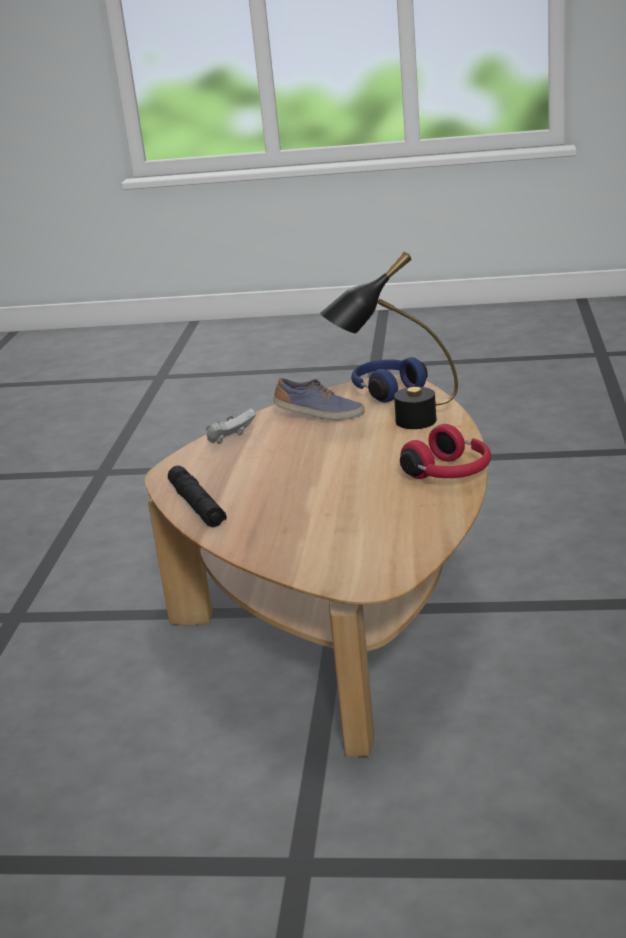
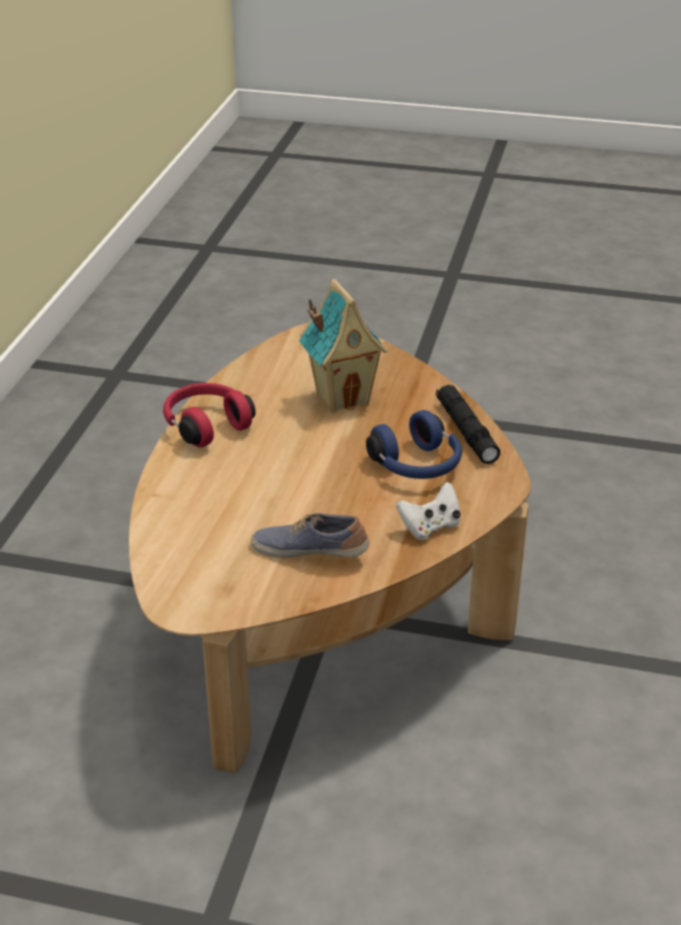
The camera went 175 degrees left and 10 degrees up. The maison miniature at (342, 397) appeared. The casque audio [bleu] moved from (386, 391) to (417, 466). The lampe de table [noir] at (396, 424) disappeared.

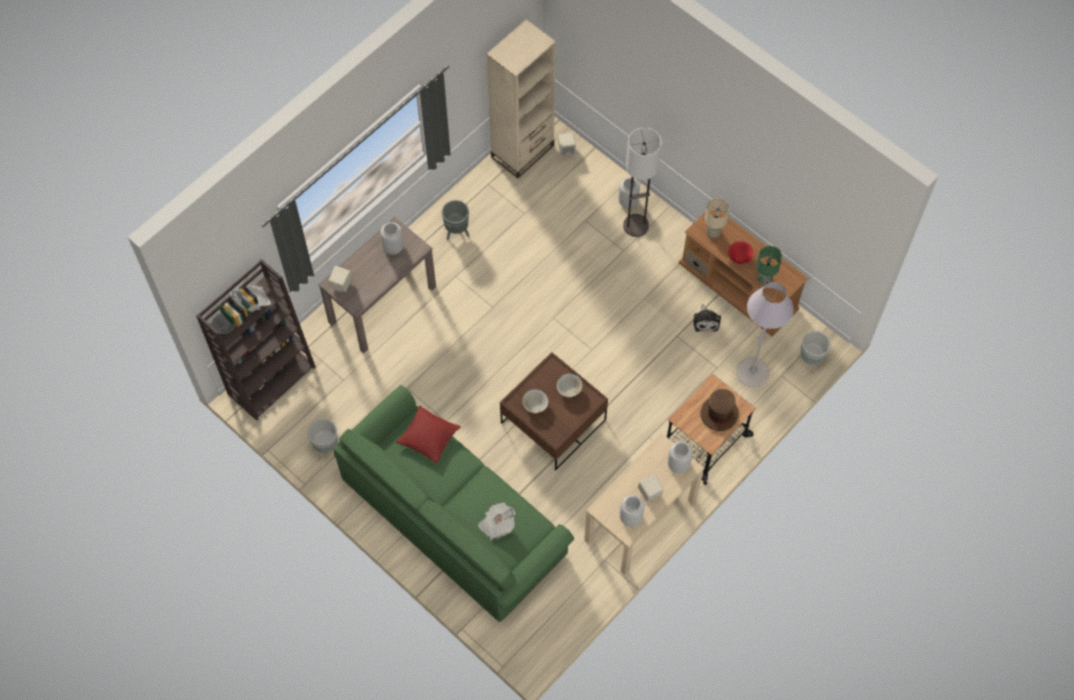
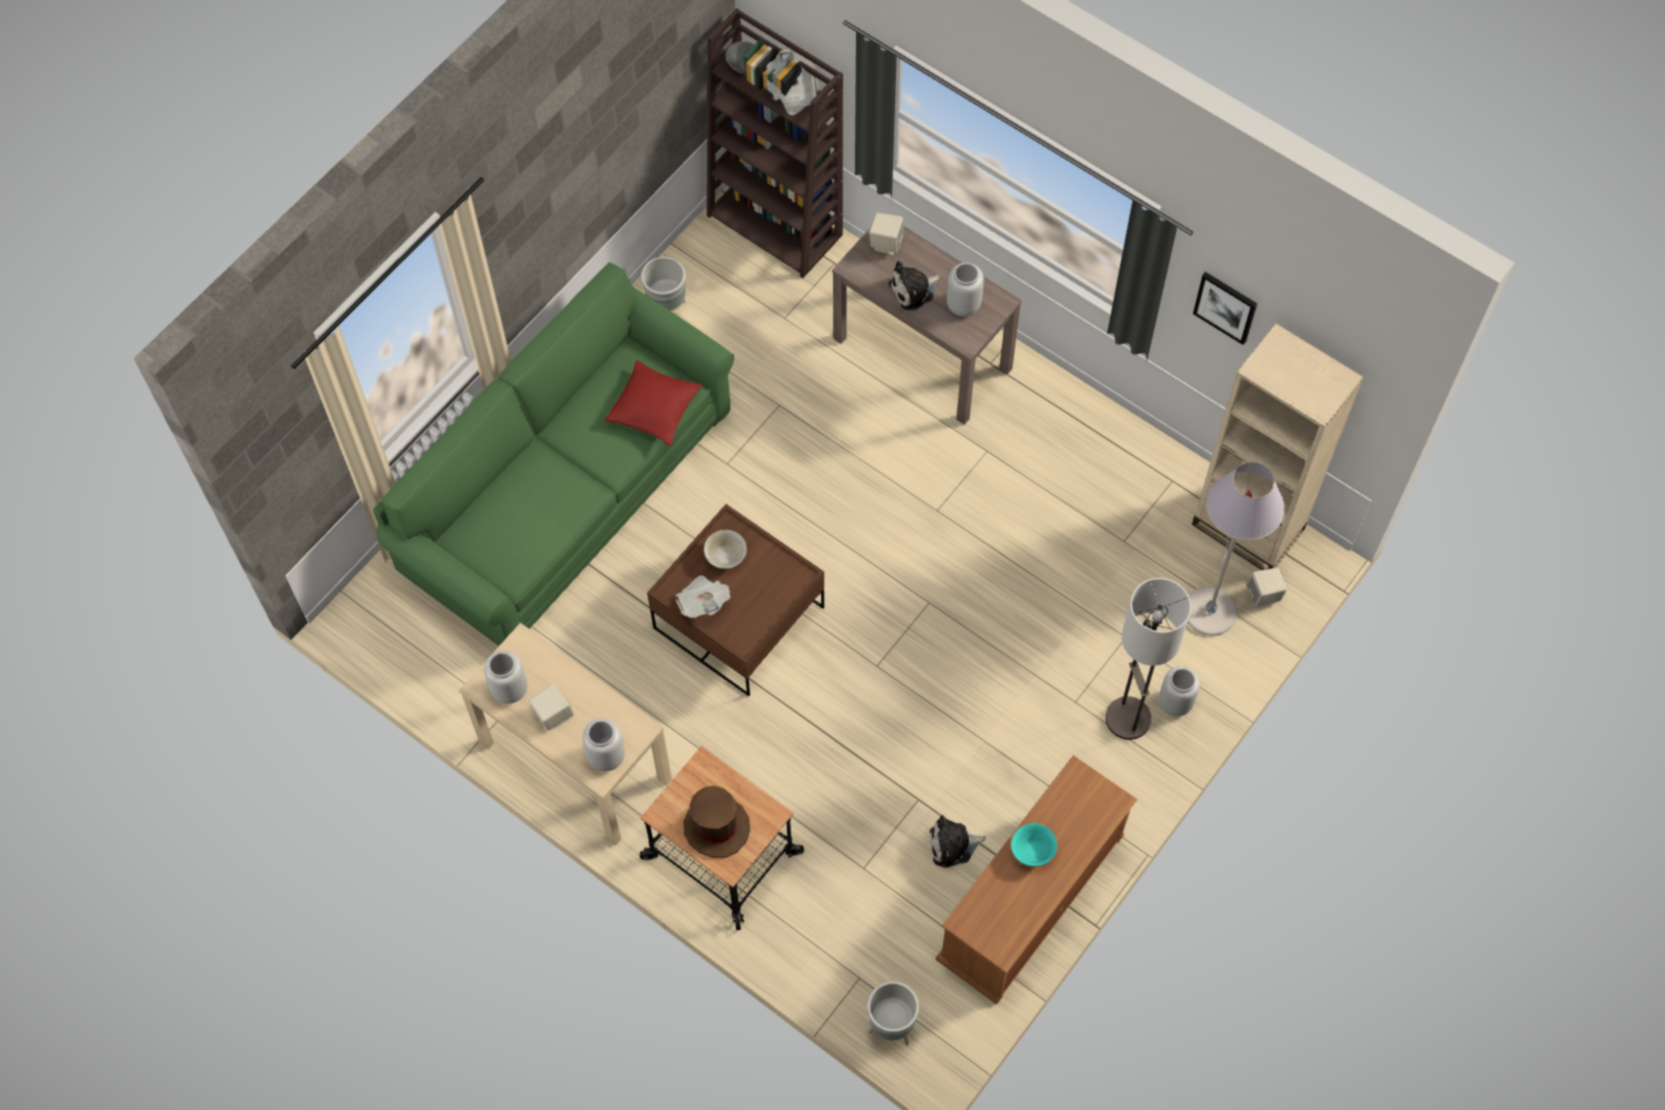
The camera went 85 degrees right and 0 degrees up. The journal moved from (497, 524) to (703, 602). The peluche at (914, 290) appeared. The bol [rouge] at (739, 257) became the bol [turquoise] at (1032, 850). The lampadaire [gris] moved from (752, 373) to (1209, 612). The tableau at (1225, 307) appeared. The cache-pot [gris] at (457, 233) disappeared. The bol [beige] at (569, 389) disappeared. The lampe de table [beige] at (713, 233) disappeared. The lampe de table [vert] at (764, 279) disappeared.

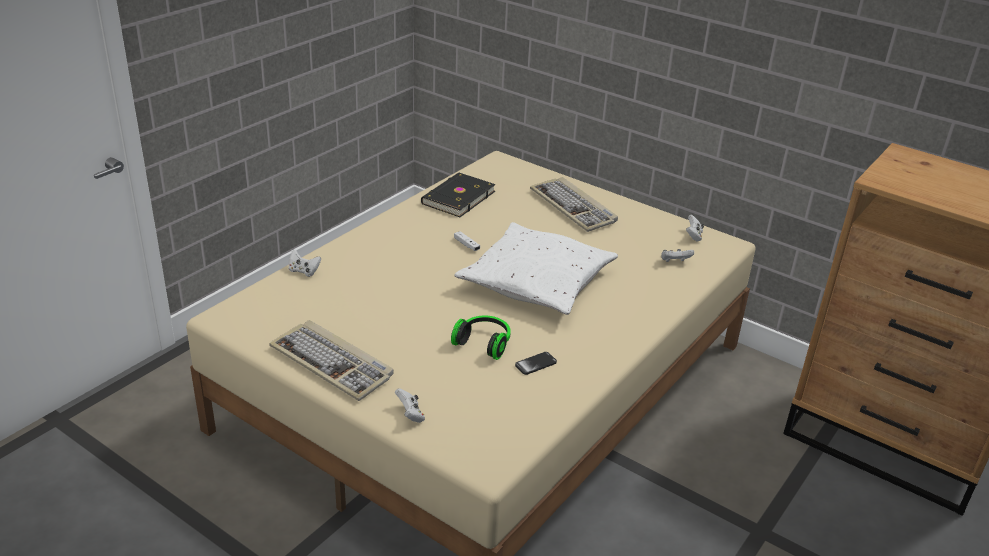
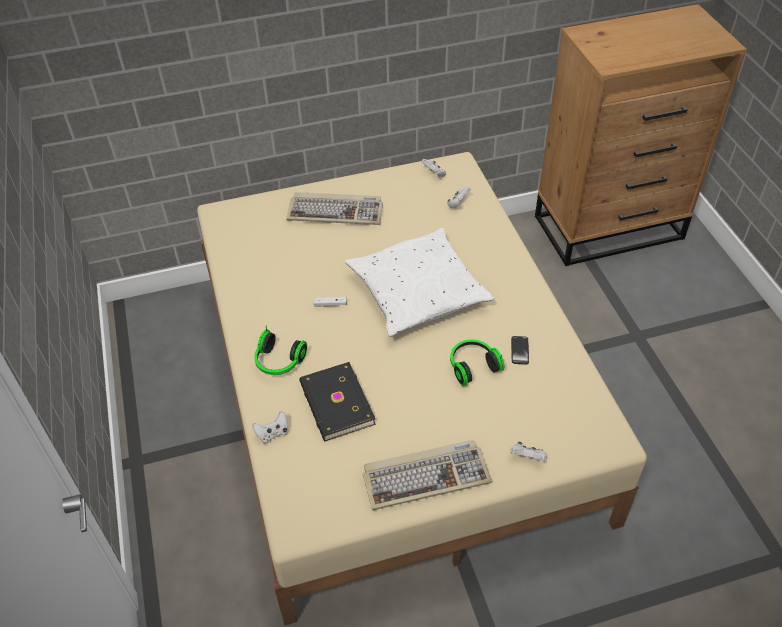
The camera went 50 degrees left and 15 degrees up. The casque audio at (278, 362) appeared. The livre [noir] moved from (457, 197) to (335, 404).

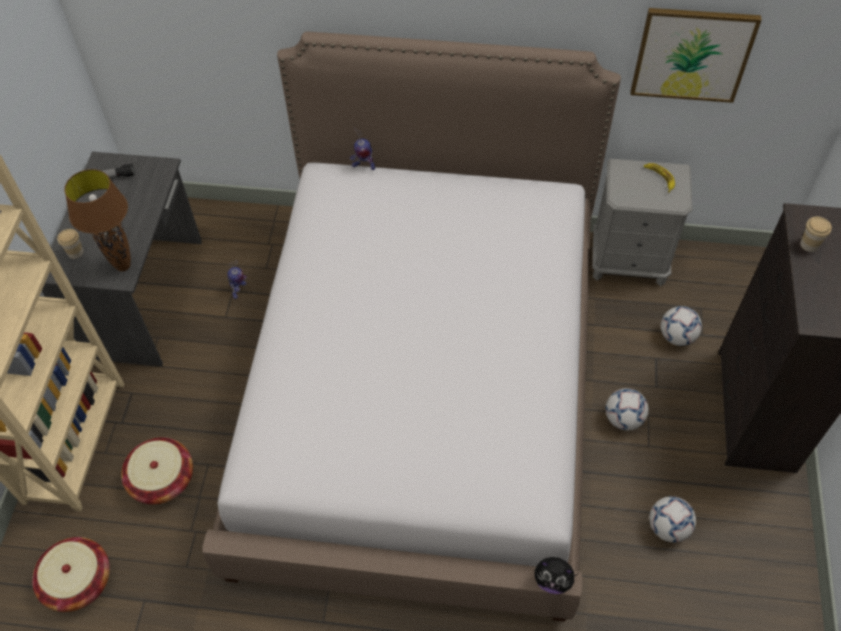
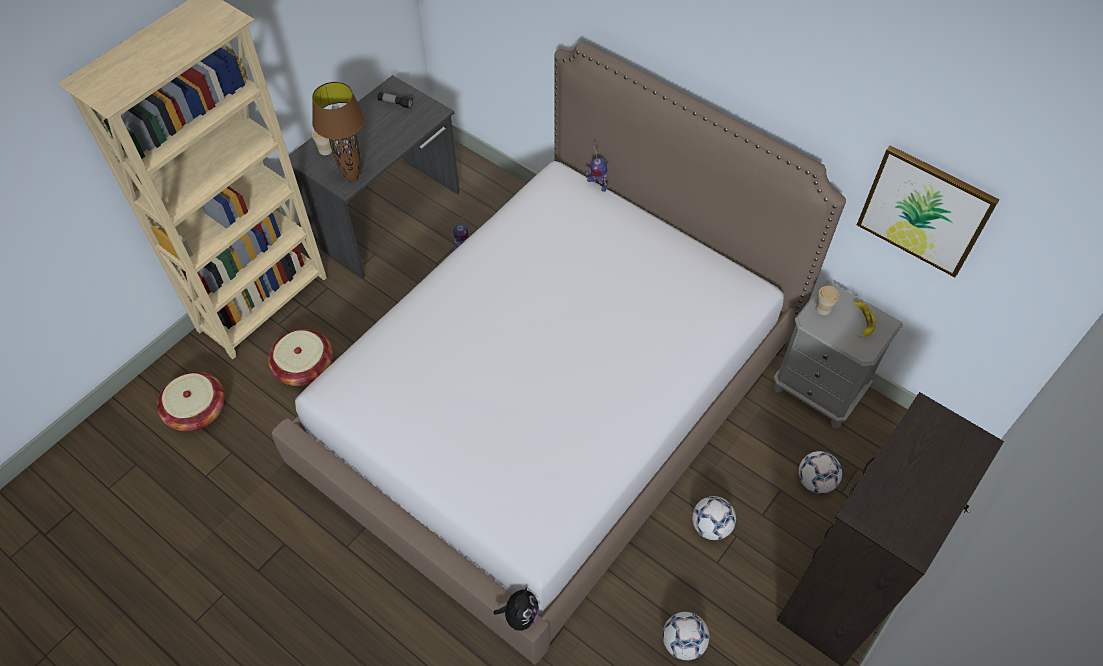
The camera went 30 degrees right and 0 degrees up. The peluche at (553, 580) turned 120 degrees counterclockwise. The tasse moved from (809, 244) to (823, 308).

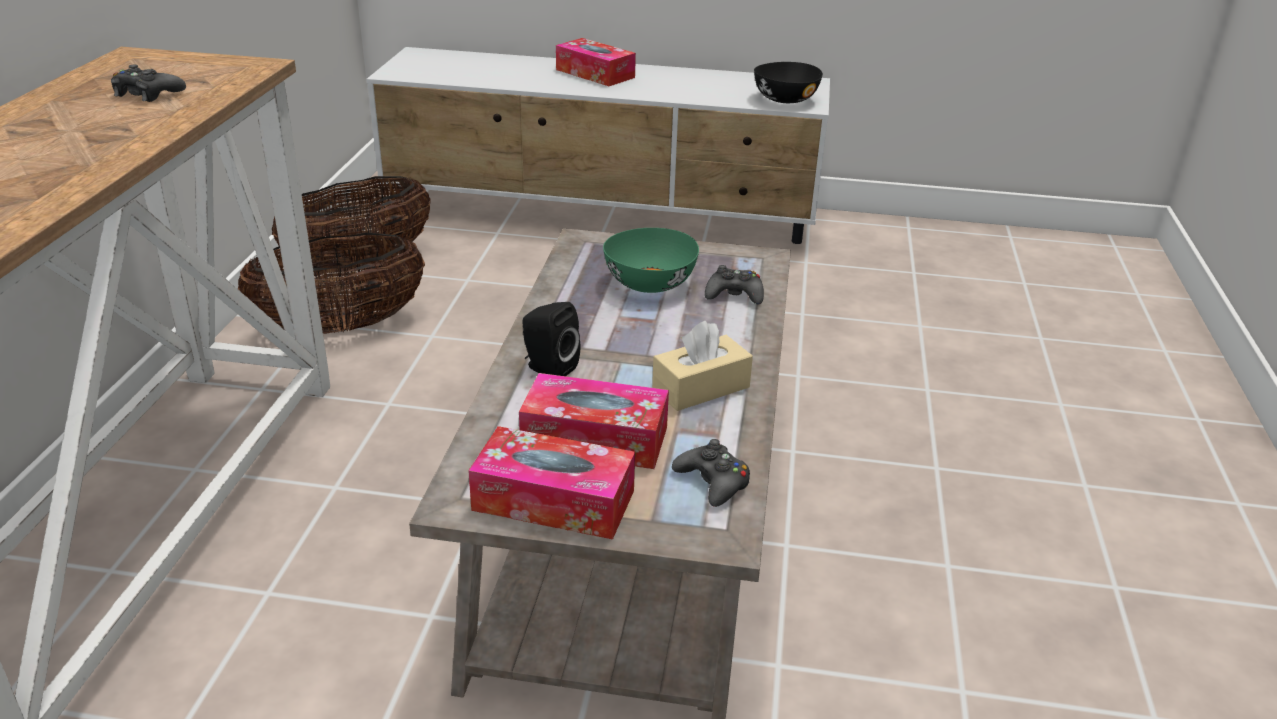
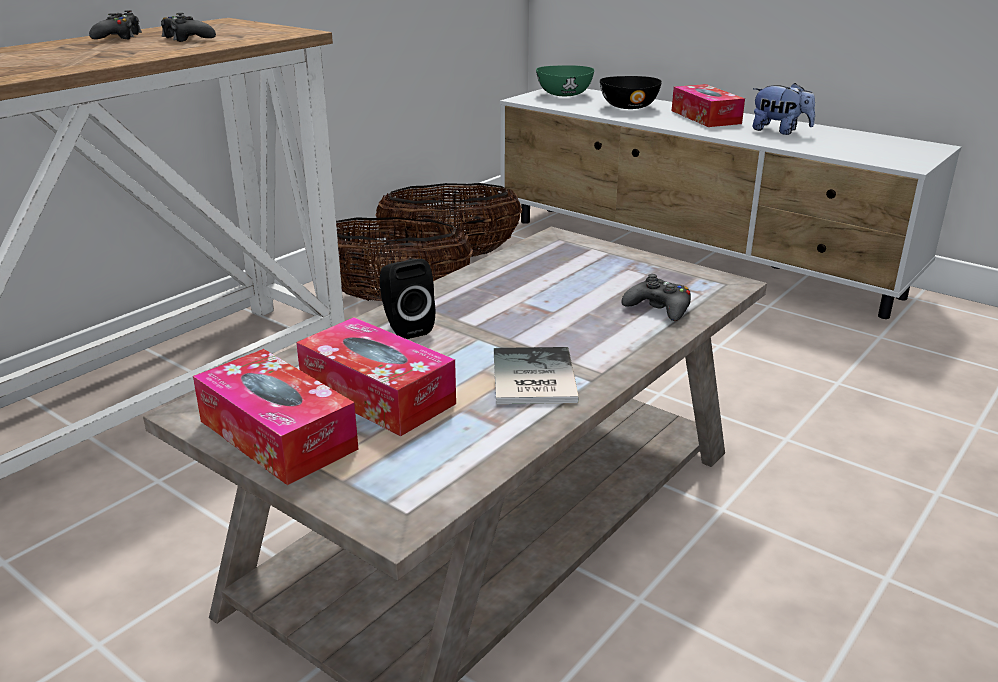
The camera went 30 degrees right and 5 degrees down. The manette [noir] moved from (713, 482) to (118, 37). The boîte à mouchoirs [beige] at (701, 388) was replaced by the livre at (530, 379). The bol [vert] moved from (649, 284) to (563, 95). The bol [noir] moved from (785, 99) to (629, 107). The peluche at (779, 131) appeared.

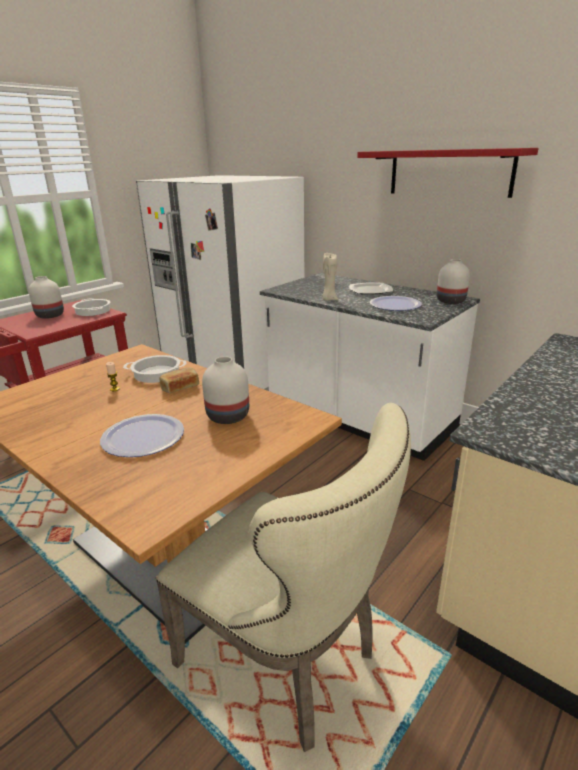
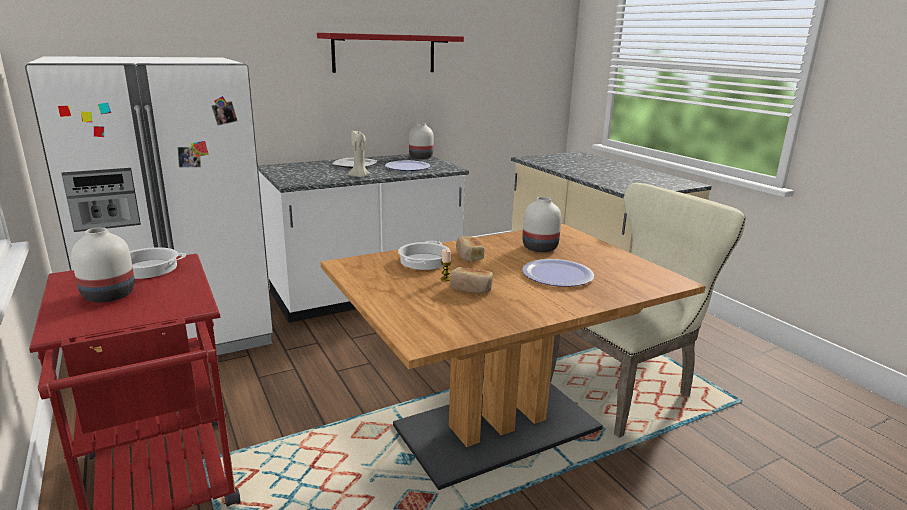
The camera went 70 degrees left and 5 degrees down. The pain at (471, 289) appeared.

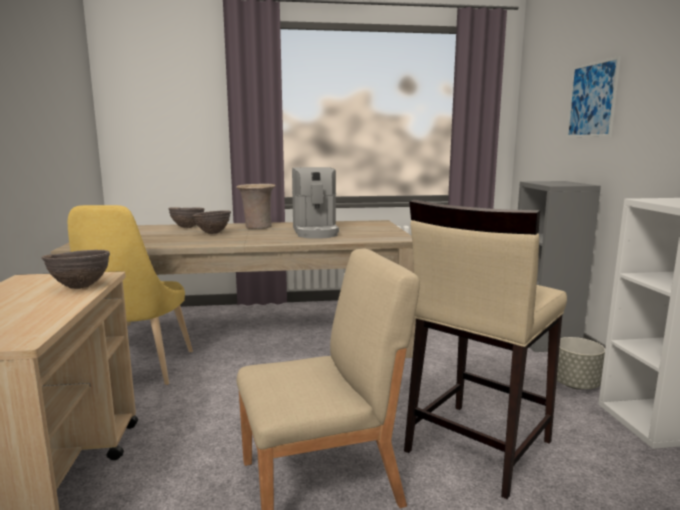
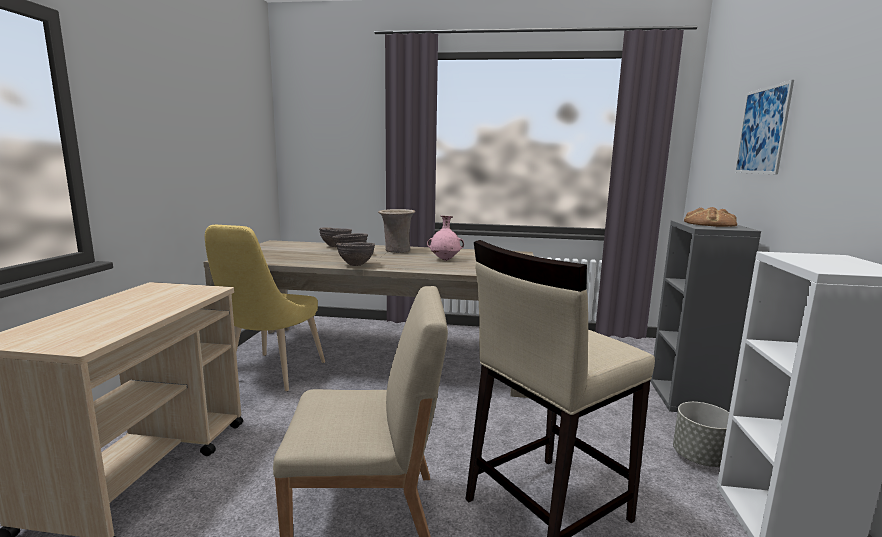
The camera went 15 degrees right and 0 degrees up. The bol [marron] moved from (81, 287) to (356, 265). The machine à café at (315, 232) was replaced by the vase [rose] at (445, 260). The pain at (710, 224) appeared.

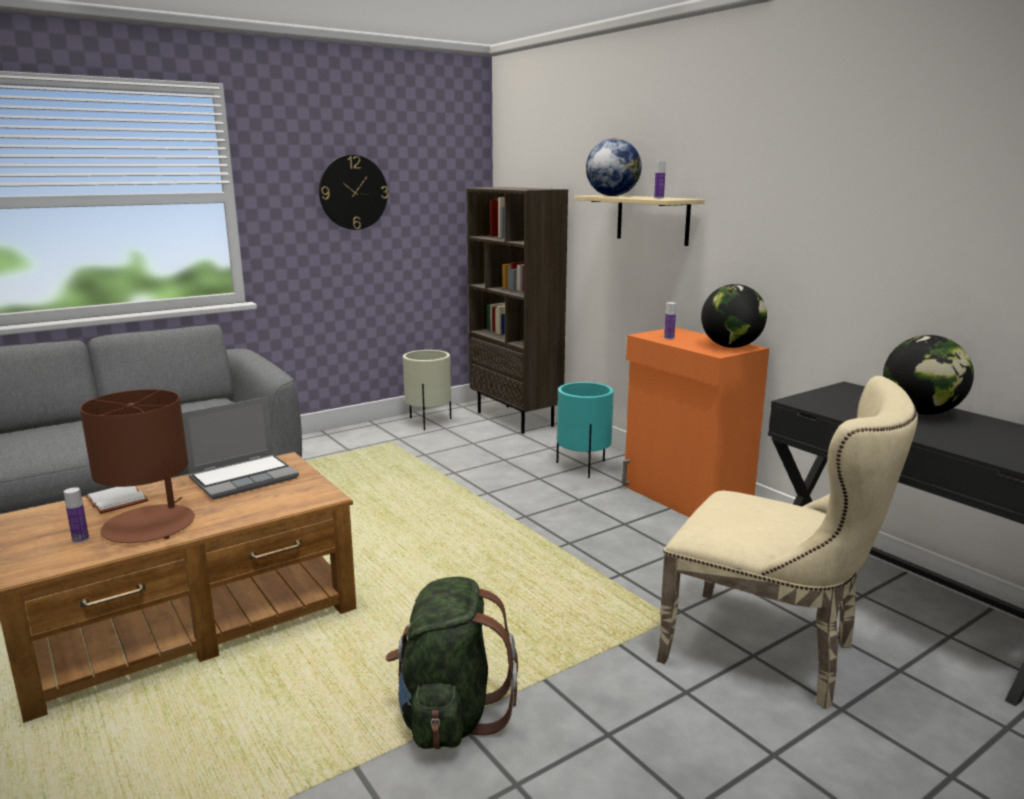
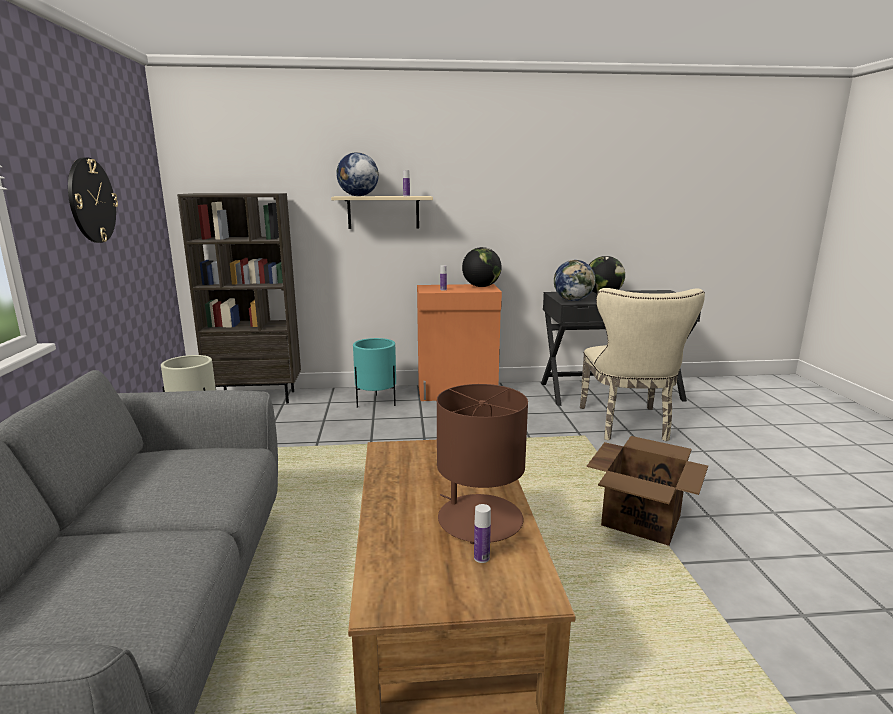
The camera went 60 degrees left and 0 degrees up. The globe at (573, 300) appeared. The chaise [beige] at (771, 652) turned 120 degrees clockwise. The sac à dos [vert] at (449, 715) was replaced by the carton at (642, 520). The livre [blanc] at (119, 500) disappeared. The ordinateur portable at (245, 478) disappeared.

